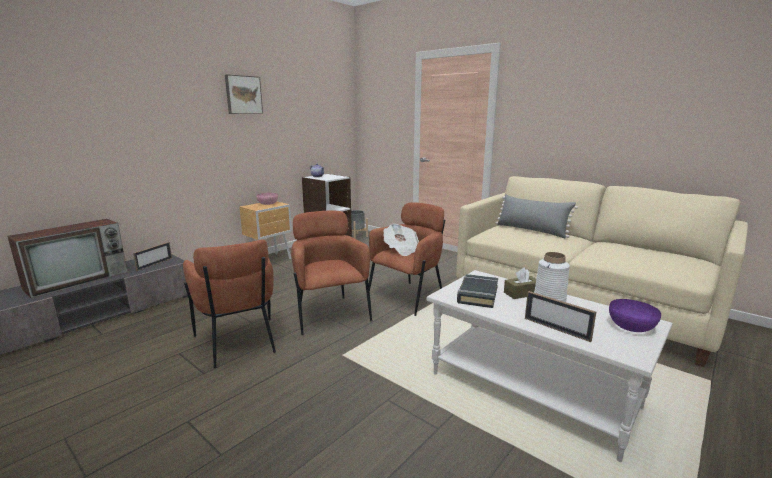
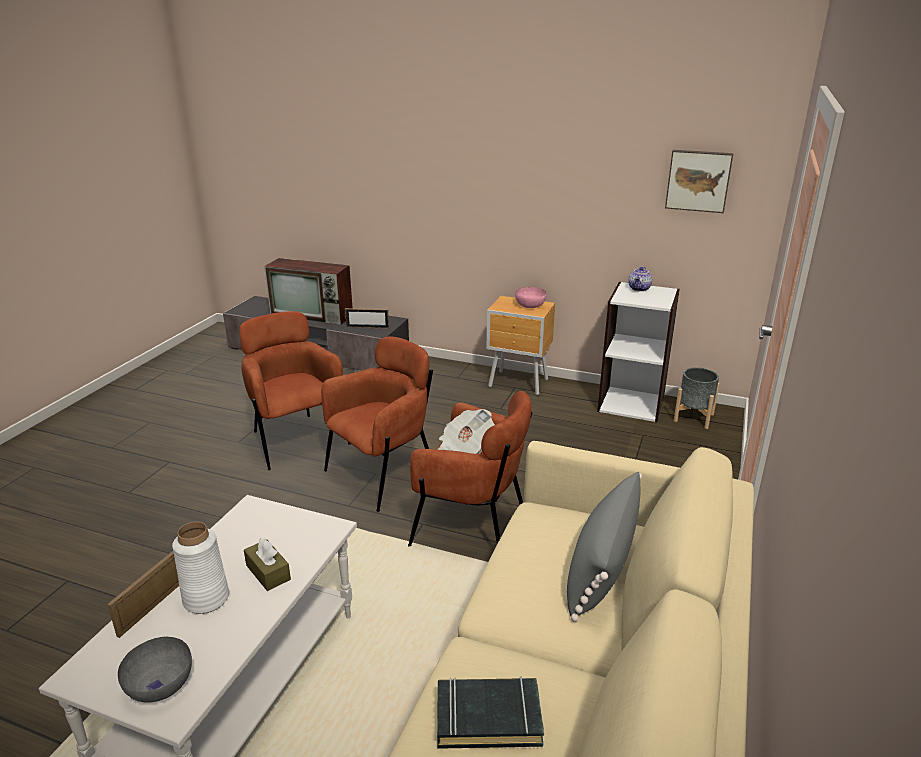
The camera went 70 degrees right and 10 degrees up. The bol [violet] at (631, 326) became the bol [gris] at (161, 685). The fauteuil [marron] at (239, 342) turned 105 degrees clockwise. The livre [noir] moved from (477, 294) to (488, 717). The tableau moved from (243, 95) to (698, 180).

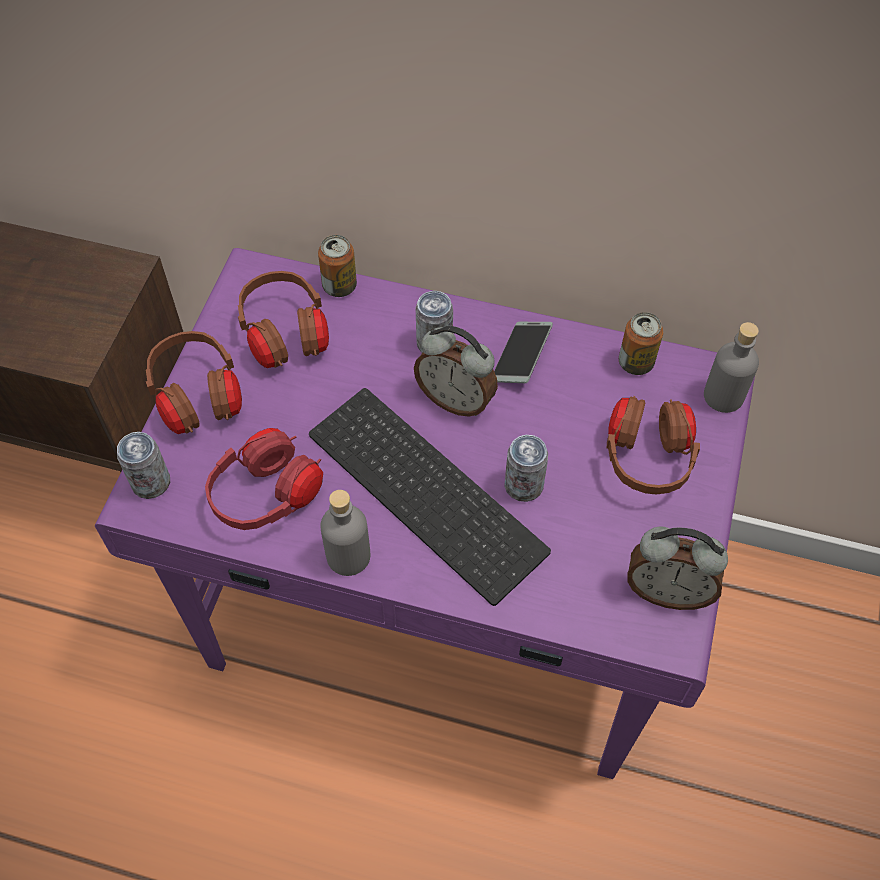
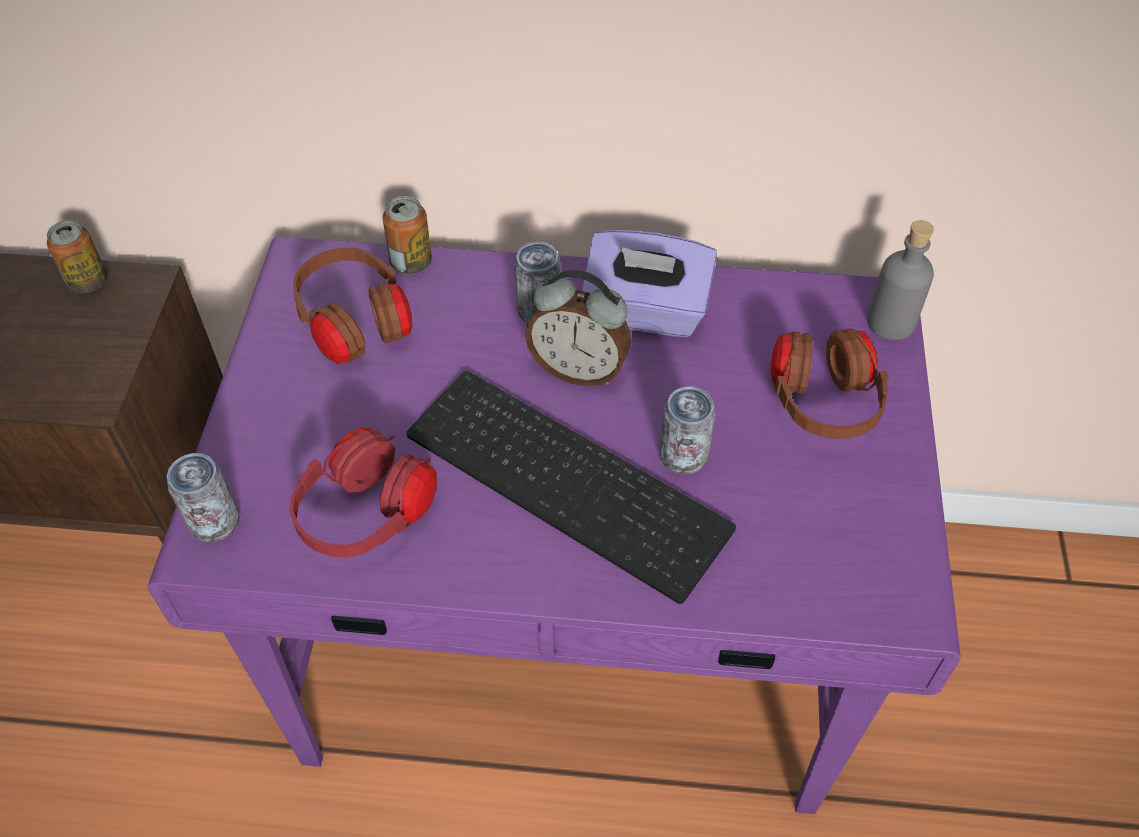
The camera went 10 degrees left and 5 degrees down. The boîte métallique moved from (636, 363) to (88, 282). The téléphone at (521, 357) was replaced by the boîte à mouchoirs [violet] at (645, 312). The casque audio [marron] at (198, 398) disappeared. The bouteille [gris] at (348, 556) disappeared. The réveil at (667, 590) disappeared.

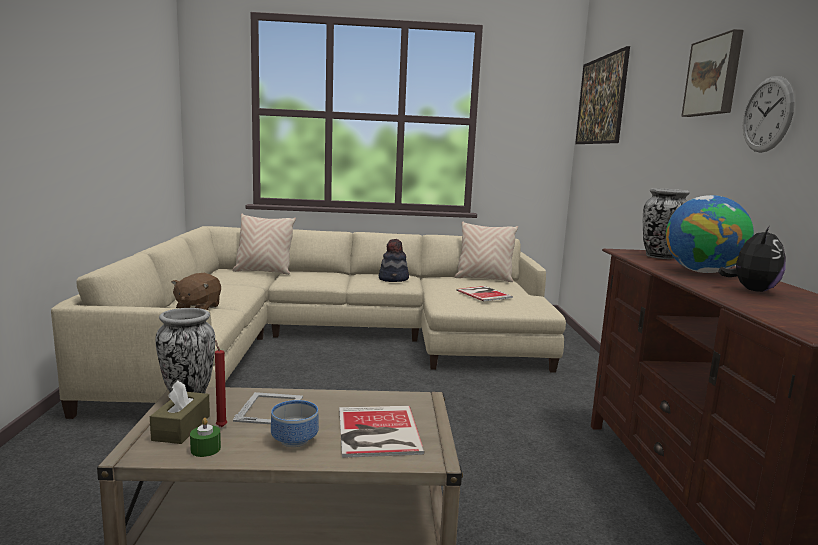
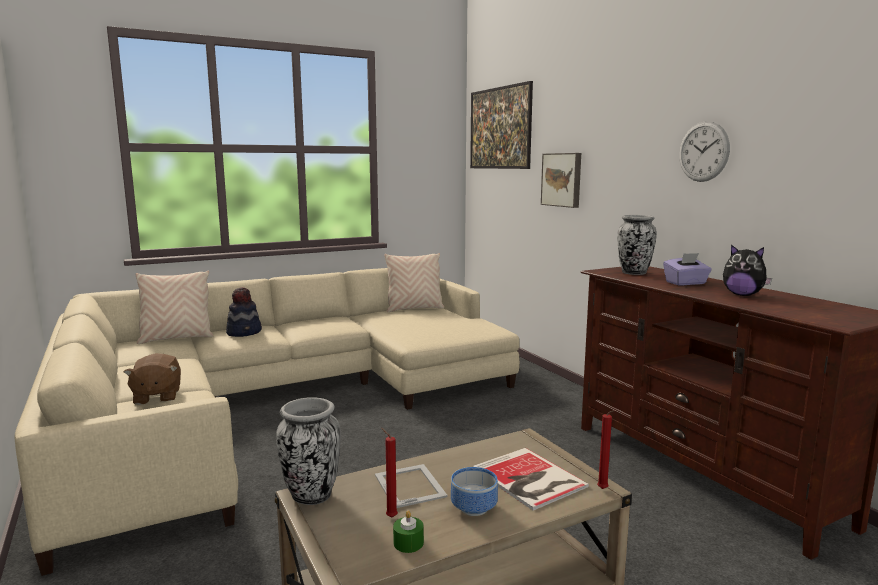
The camera went 25 degrees left and 0 degrees up. The chapeau moved from (394, 279) to (244, 332). The tableau moved from (714, 76) to (562, 179). The bougie [rouge] at (603, 490) appeared. The globe at (702, 272) was replaced by the boîte à mouchoirs [violet] at (686, 283). The peluche at (751, 290) turned 120 degrees clockwise. The boîte à mouchoirs [marron] at (181, 428) disappeared. The livre at (483, 293) disappeared.

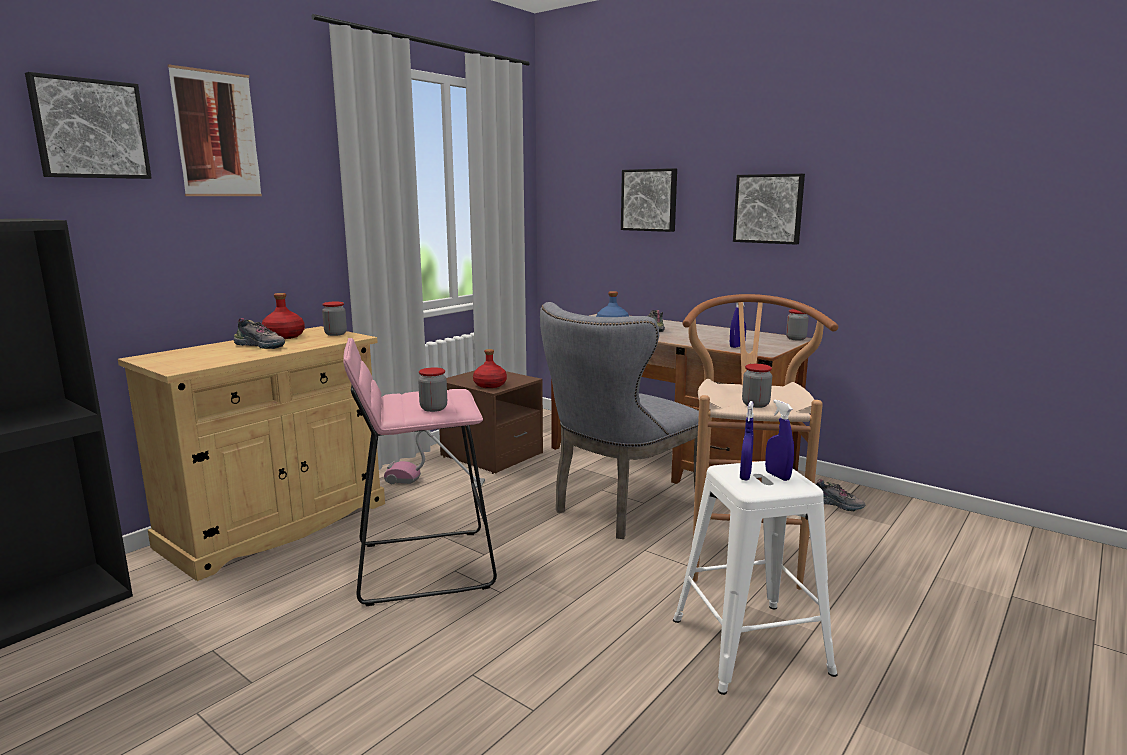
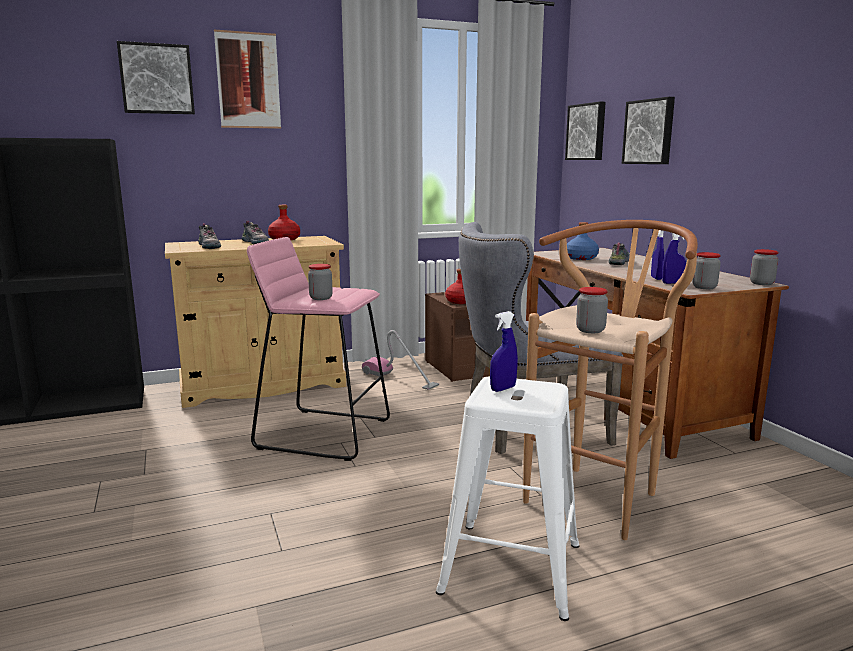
The camera went 30 degrees right and 0 degrees up. The chaussure moved from (837, 505) to (210, 247). The tableau moved from (769, 208) to (587, 132). The vaporisateur [bleu] moved from (777, 476) to (656, 278). The bocal moved from (335, 334) to (704, 287).

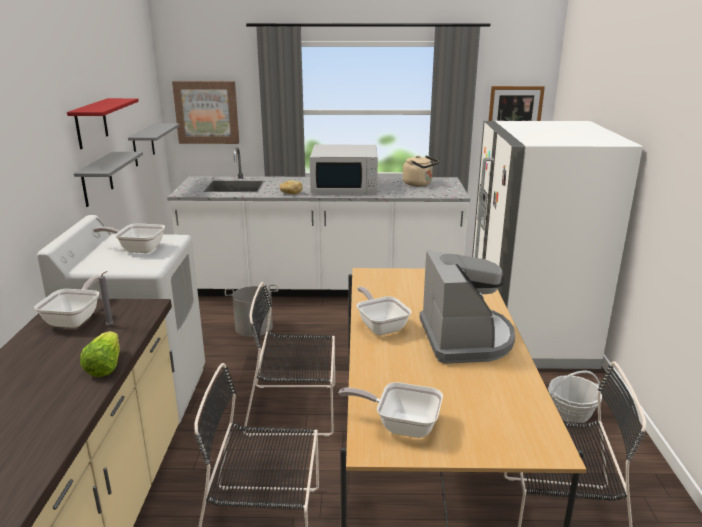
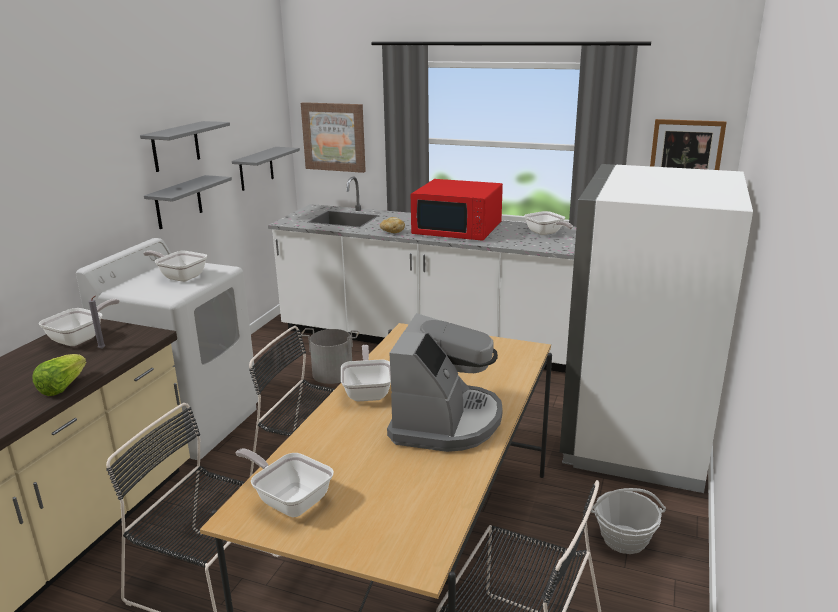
The camera went 20 degrees right and 0 degrees up. The étagère [rouge] at (91, 123) became the étagère [gris] at (175, 146). The micro-ondes [blanc] at (345, 186) became the micro-ondes [rouge] at (458, 229). The bouilloire [beige] at (419, 184) was replaced by the poêle at (546, 233).

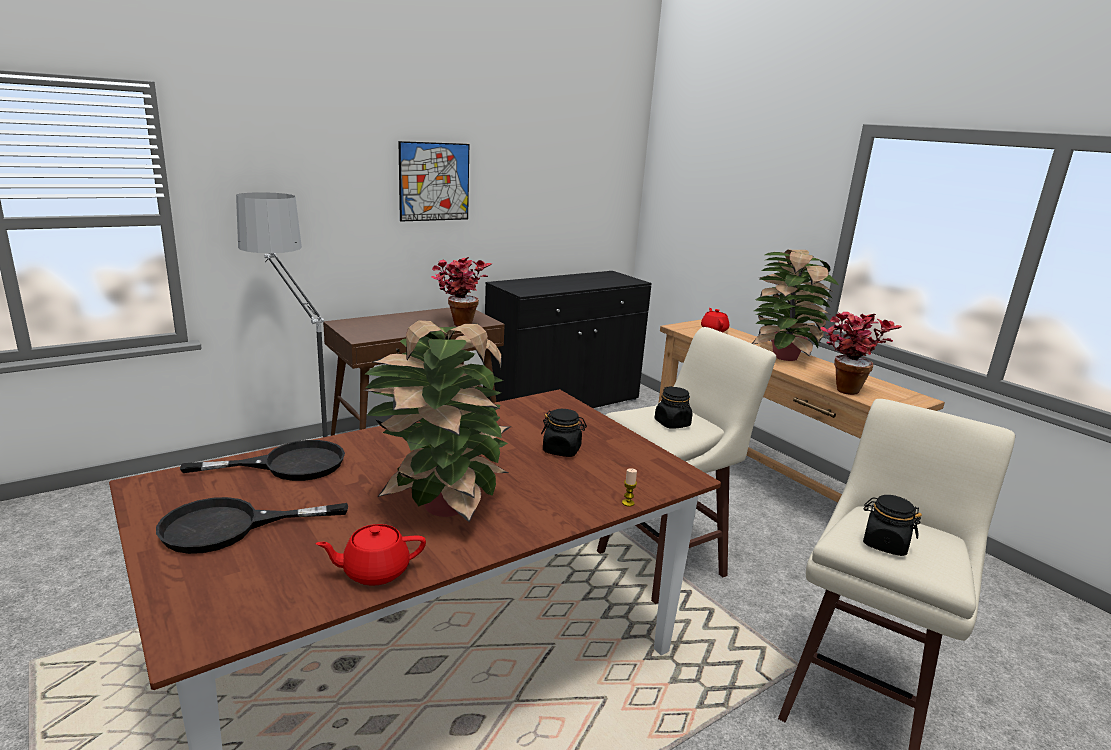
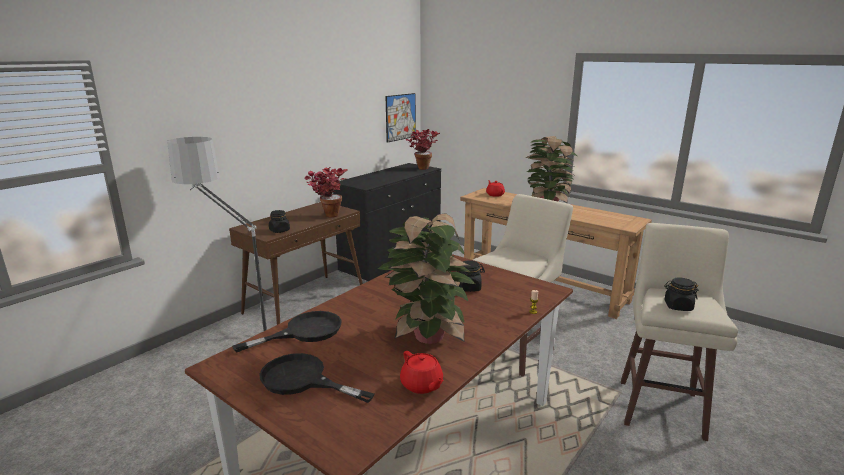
The camera went 15 degrees left and 0 degrees up. The poêle [noir] at (229, 527) turned 60 degrees clockwise. The bocal [noir] moved from (672, 423) to (279, 230). The tableau moved from (434, 182) to (400, 117). The théière [rouge] at (374, 571) turned 90 degrees counterclockwise. The plante en pot moved from (844, 388) to (422, 167).

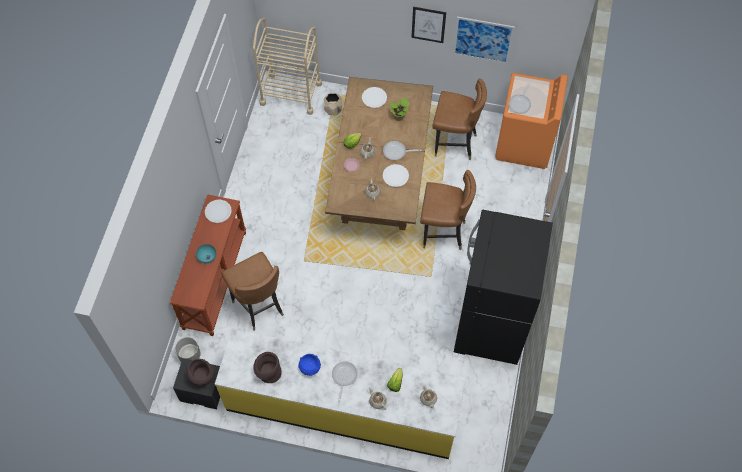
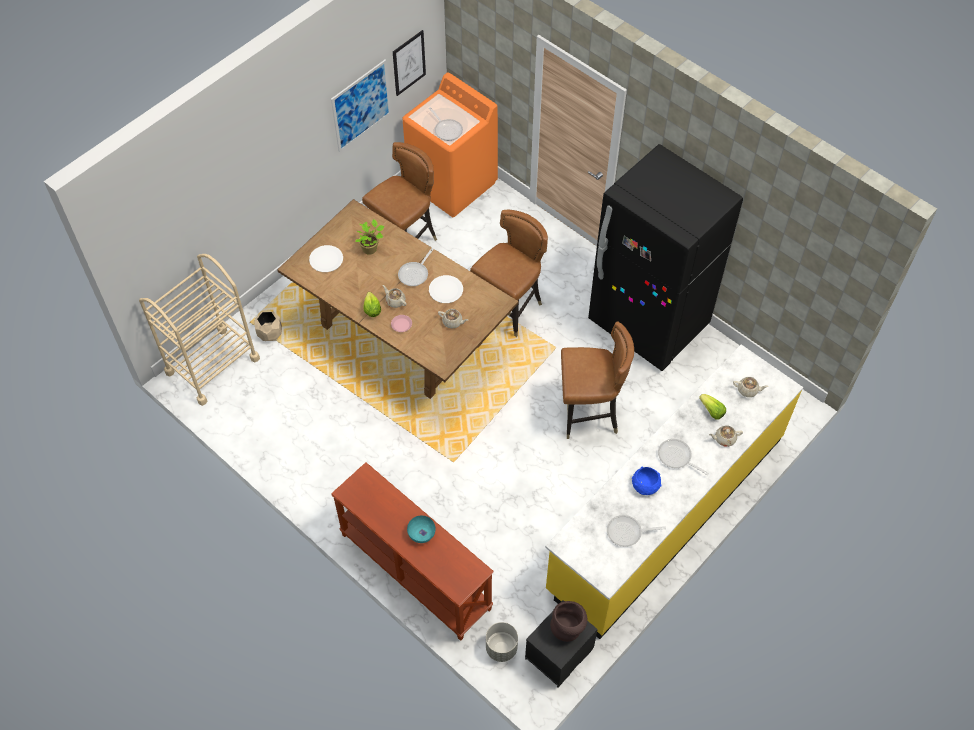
The camera went 60 degrees left and 5 degrees down. The tableau moved from (428, 24) to (409, 63). The chaise [marron] moved from (258, 306) to (588, 415). The vase [marron] at (268, 372) was replaced by the poêle at (627, 532). The assiette [blanc] at (218, 211) disappeared.

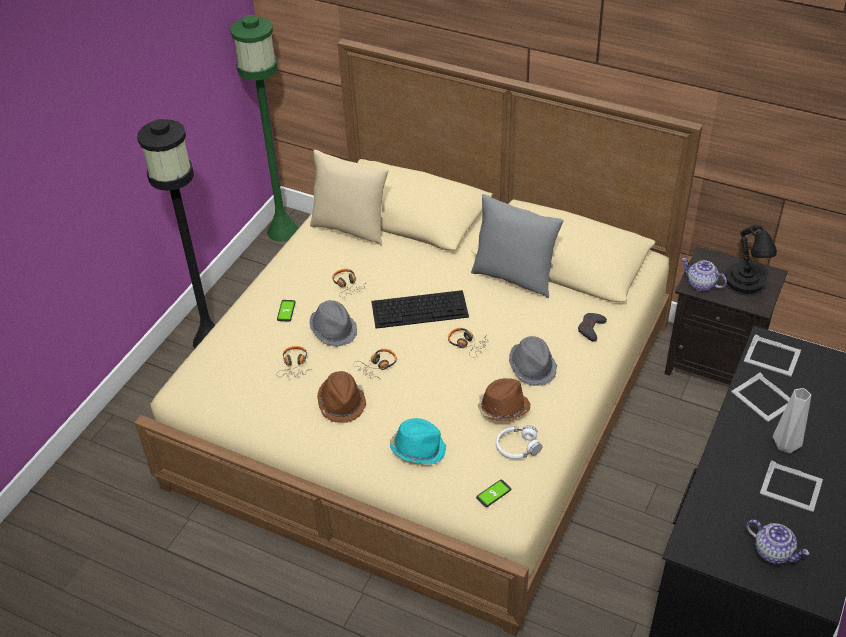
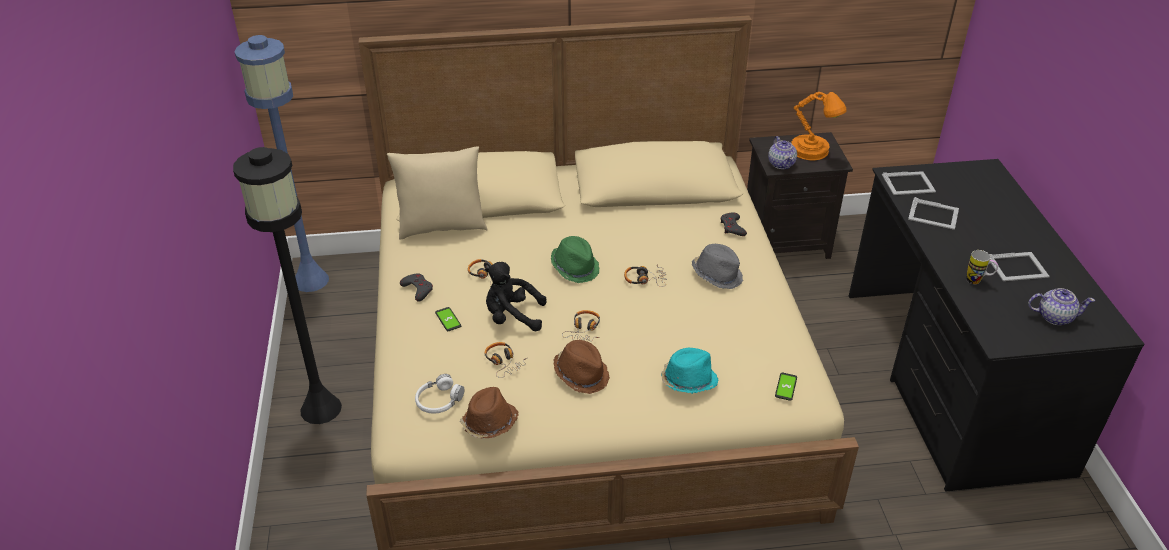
The camera went 35 degrees left and 5 degrees down. The lampadaire [vert] at (283, 231) became the lampadaire [bleu] at (311, 280). The manette [gris] at (418, 289) appeared. The casque audio [blanc] moved from (517, 447) to (439, 401). The chapeau [marron] moved from (503, 408) to (489, 423). The chapeau [gris] at (334, 330) was replaced by the peluche [noir] at (512, 317). The clavier at (420, 309) was replaced by the chapeau [vert] at (575, 267). The théière at (701, 284) turned 105 degrees counterclockwise. The lampe de table [noir] at (746, 283) became the lampe de table [orange] at (812, 151). The mug at (977, 281) appeared. The coussin [gris] at (514, 277) disappeared. The vase [gris] at (785, 445) disappeared.

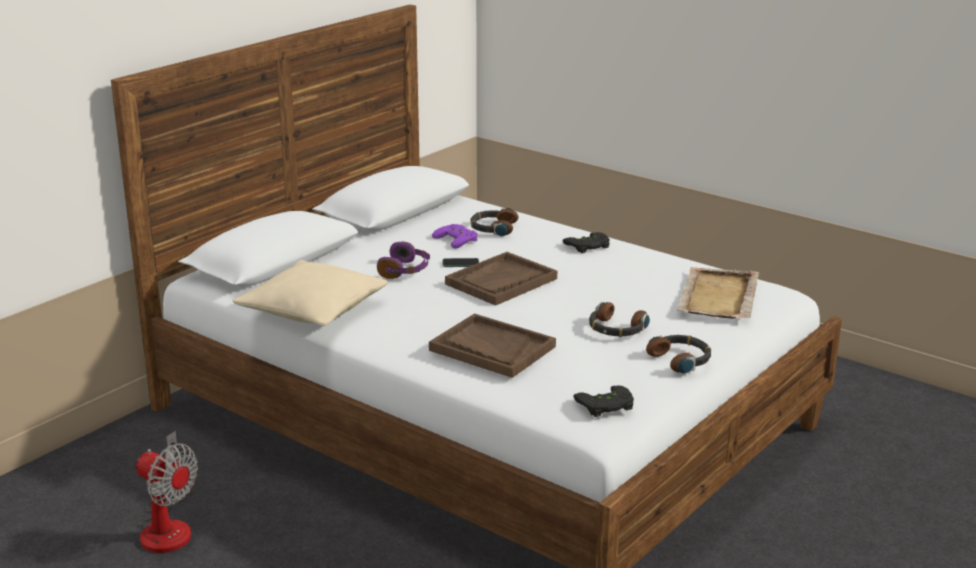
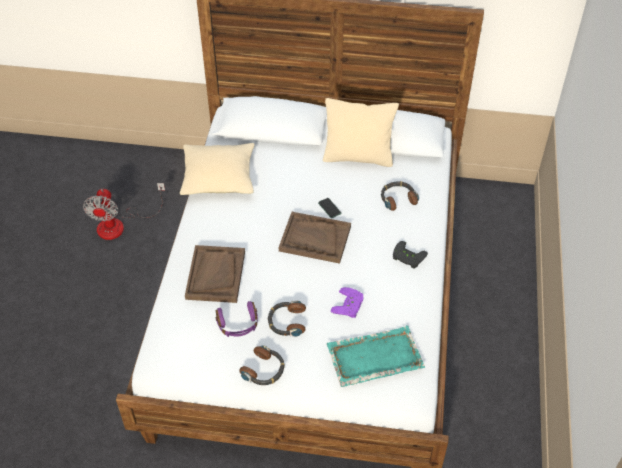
The camera went 60 degrees right and 25 degrees up. The casque audio [violet] moved from (405, 271) to (238, 325). The coussin [beige] at (358, 157) appeared. The plateau [beige] at (718, 297) became the plateau [turquoise] at (374, 358). The manette [violet] moved from (458, 239) to (350, 305). The manette [noir] at (606, 406) disappeared.

